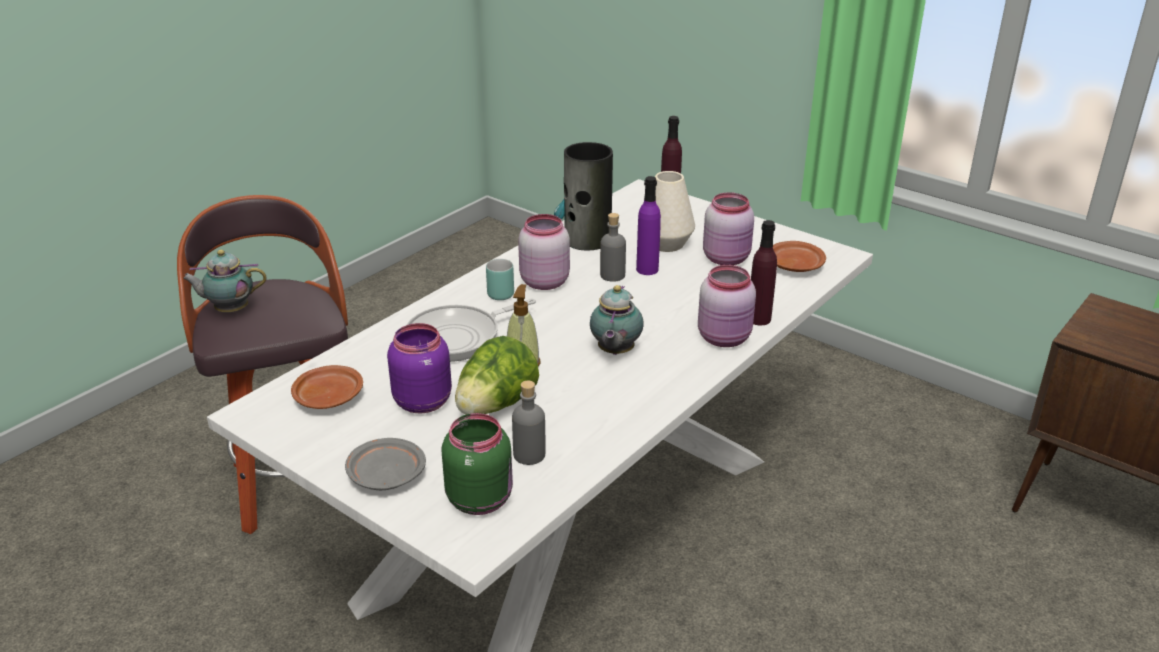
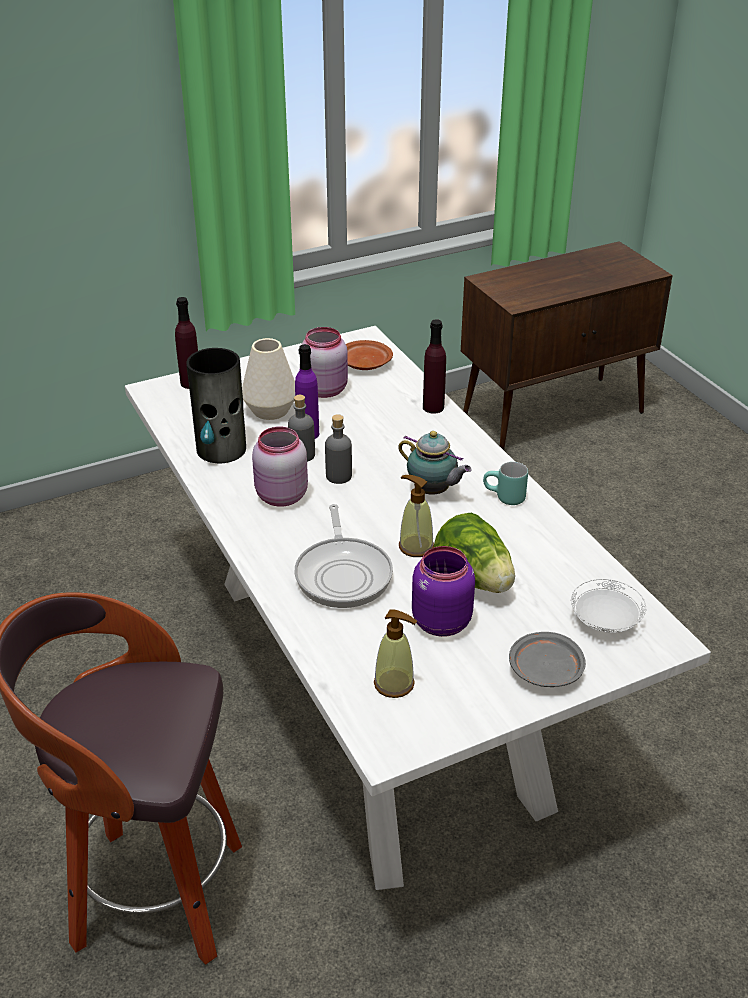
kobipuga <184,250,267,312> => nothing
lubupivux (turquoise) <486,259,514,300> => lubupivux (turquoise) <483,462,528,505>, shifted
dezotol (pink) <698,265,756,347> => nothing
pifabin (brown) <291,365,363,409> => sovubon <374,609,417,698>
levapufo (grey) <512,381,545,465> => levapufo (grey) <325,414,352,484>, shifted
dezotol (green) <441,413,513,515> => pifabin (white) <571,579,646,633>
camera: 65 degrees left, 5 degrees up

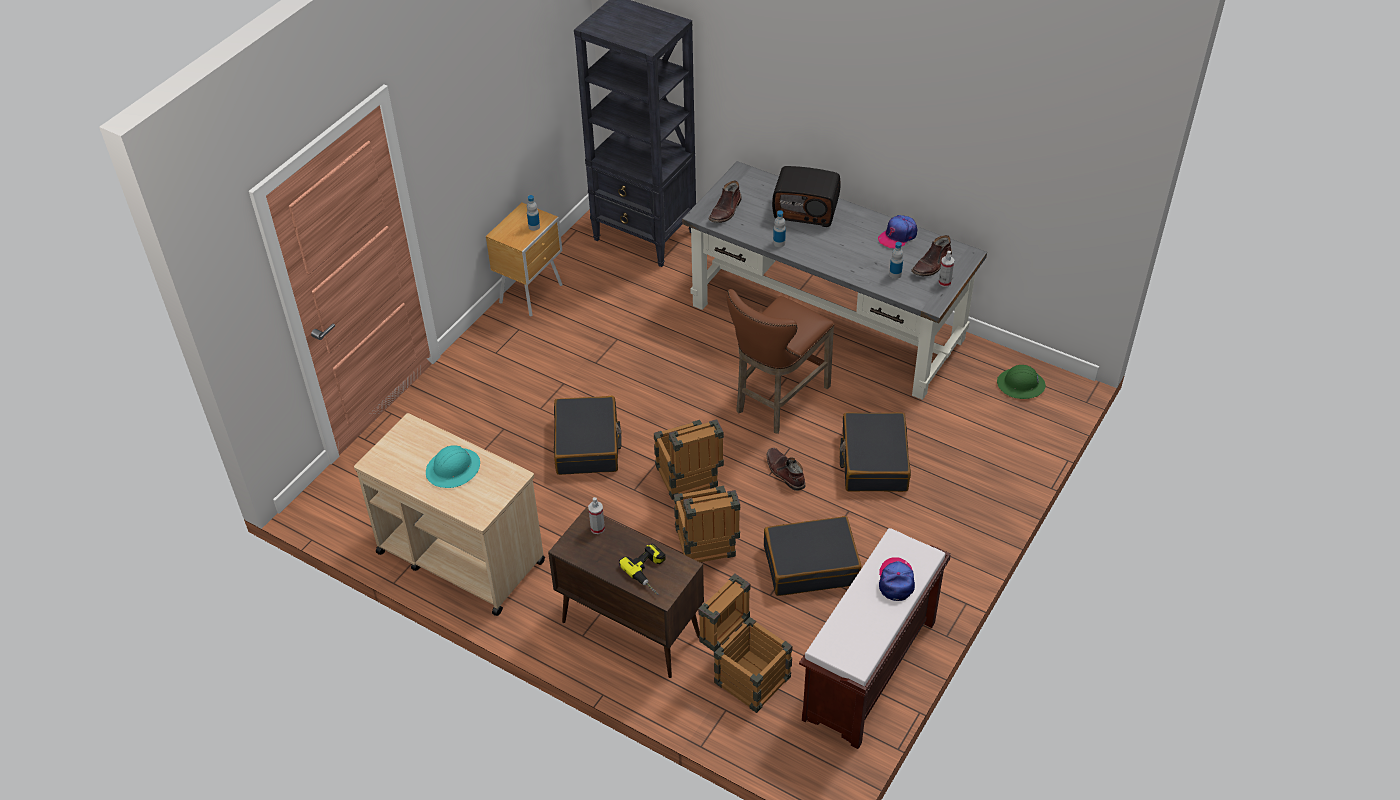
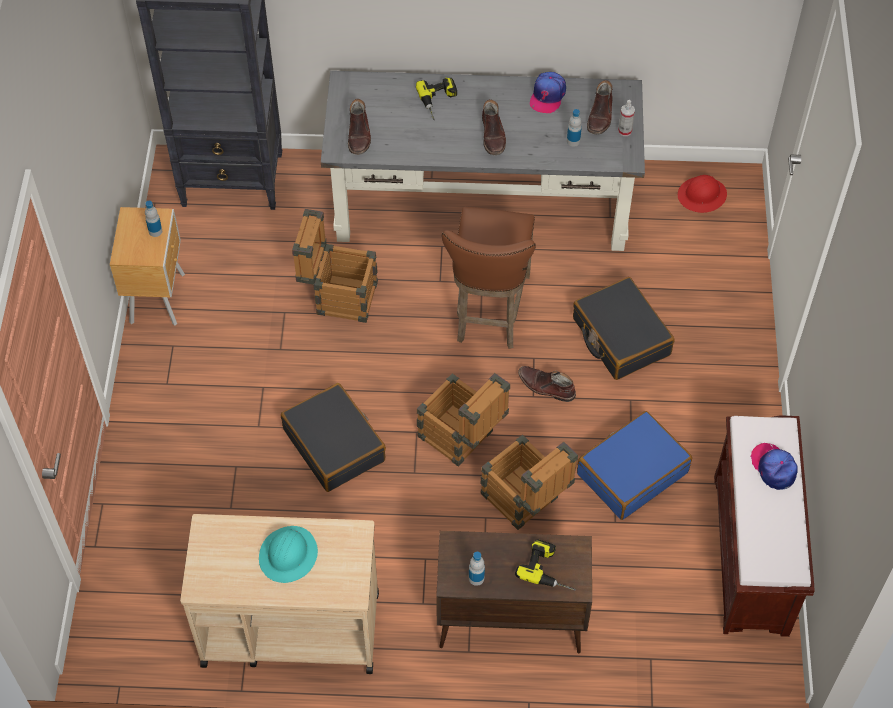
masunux <772,166,840,227> => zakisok <416,77,457,120>
levapufo <773,210,786,247> => levapufo <469,552,485,586>, shifted
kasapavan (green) <997,365,1046,399> => kasapavan (red) <678,175,727,213>
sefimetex <588,497,605,534> => nothing
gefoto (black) <764,516,862,596> => gefoto (blue) <577,411,692,520>
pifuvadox <698,574,792,713> => pifuvadox <292,209,378,323>, shifted
nothing => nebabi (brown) <482,99,506,155>
camera: 30 degrees left, 10 degrees up

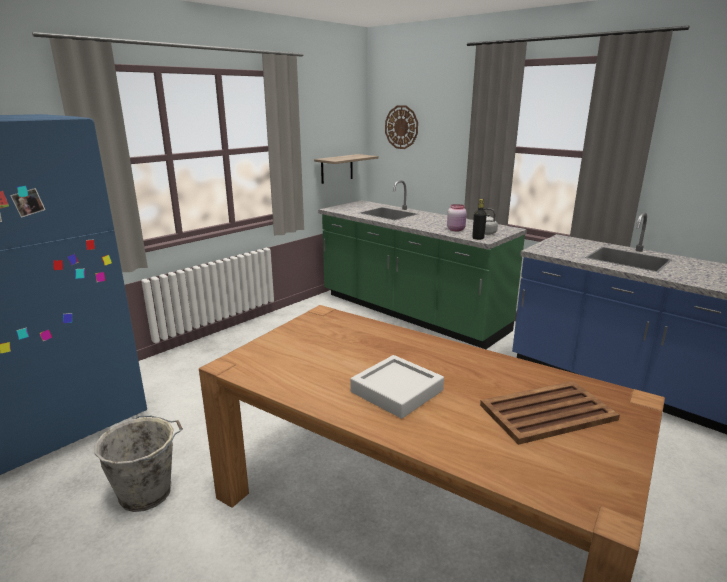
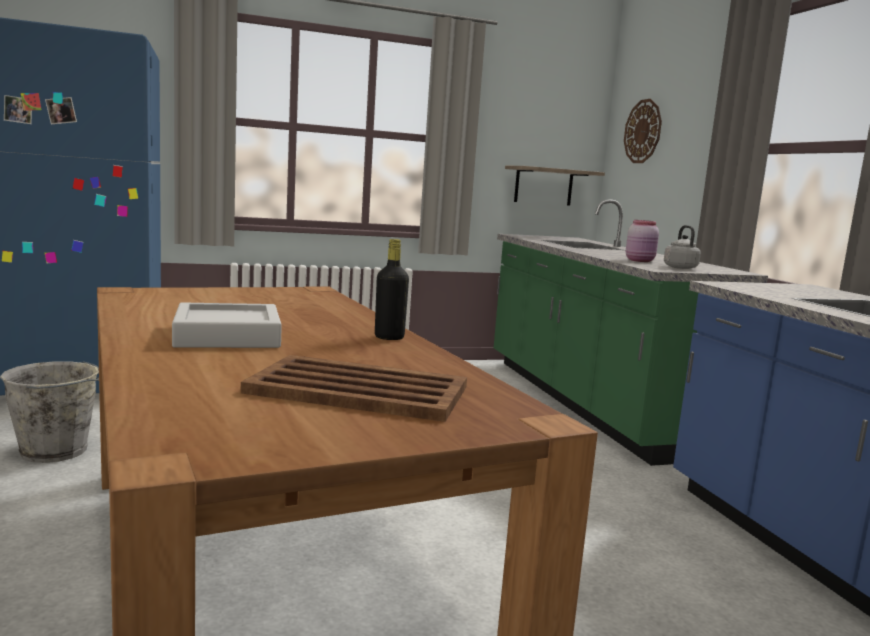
levapufo (black) <472,199,487,240> => levapufo (black) <375,239,409,340>, shifted
camera: 30 degrees right, 10 degrees down

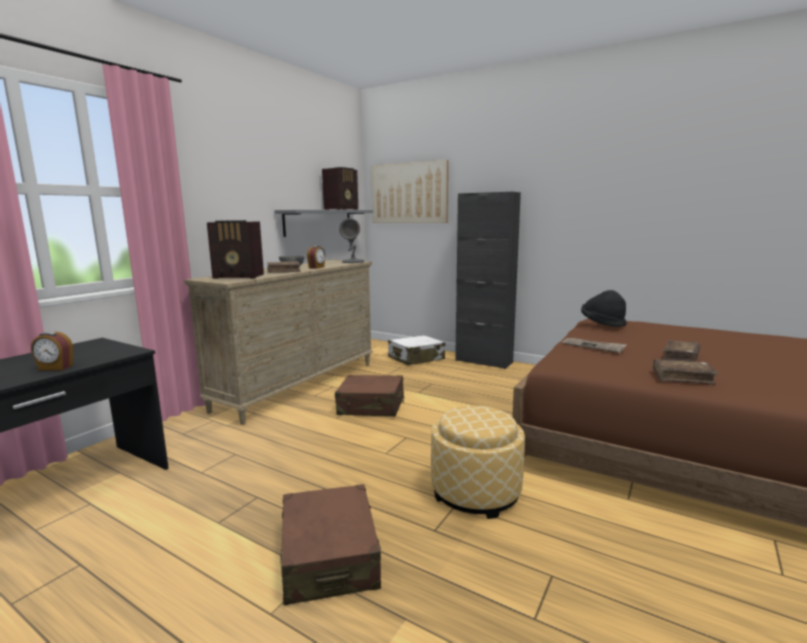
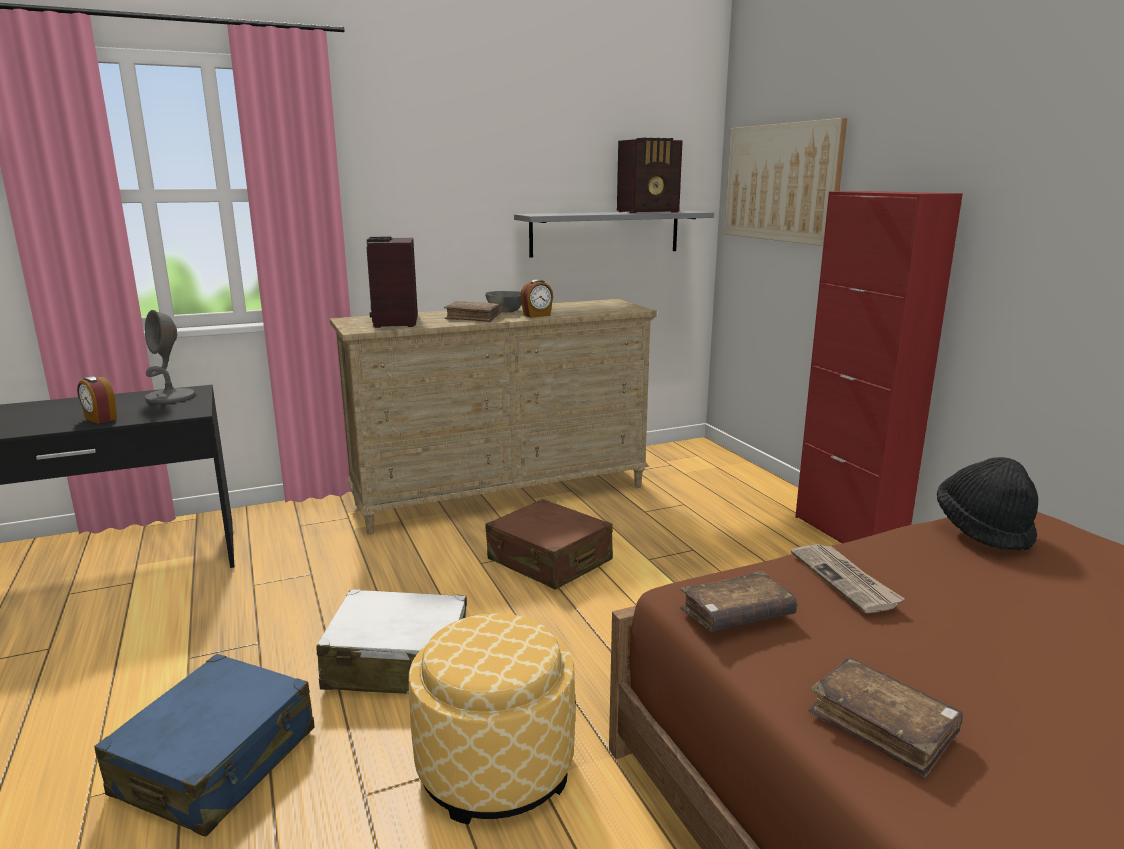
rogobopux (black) <455,192,521,369> => rogobopux (red) <795,191,963,543>
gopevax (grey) <339,218,364,263> => gopevax (grey) <145,310,195,404>, shifted
masunux <207,220,264,279> => masunux <366,237,418,328>, 45 degrees clockwise
gefoto (white) <388,335,445,365> => gefoto (white) <316,589,467,694>, shifted
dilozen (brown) <663,340,700,361> => dilozen (brown) <680,571,797,632>, shifted
gefoto (brown) <280,484,381,605> => gefoto (blue) <94,654,315,836>
camera: 35 degrees right, 5 degrees up

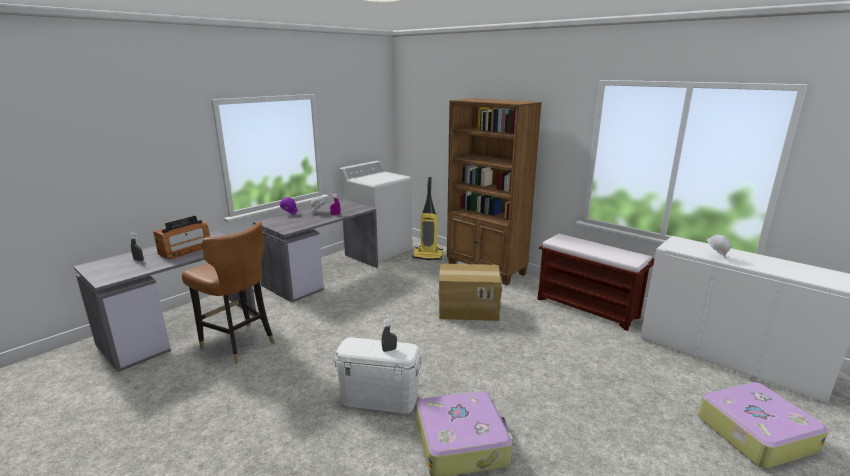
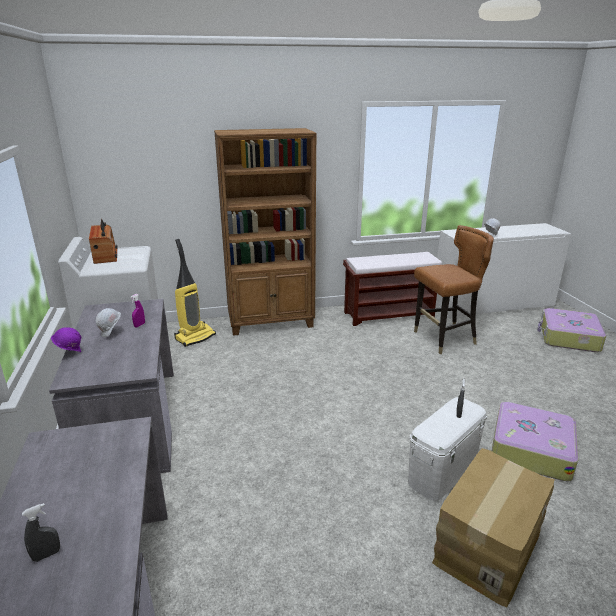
masunux <153,216,210,259> => masunux <89,219,117,264>, shifted
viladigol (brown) <182,222,275,364> => viladigol (brown) <414,225,494,354>, shifted
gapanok <438,264,502,321> => gapanok <432,448,555,607>, shifted
camera: 55 degrees left, 5 degrees up

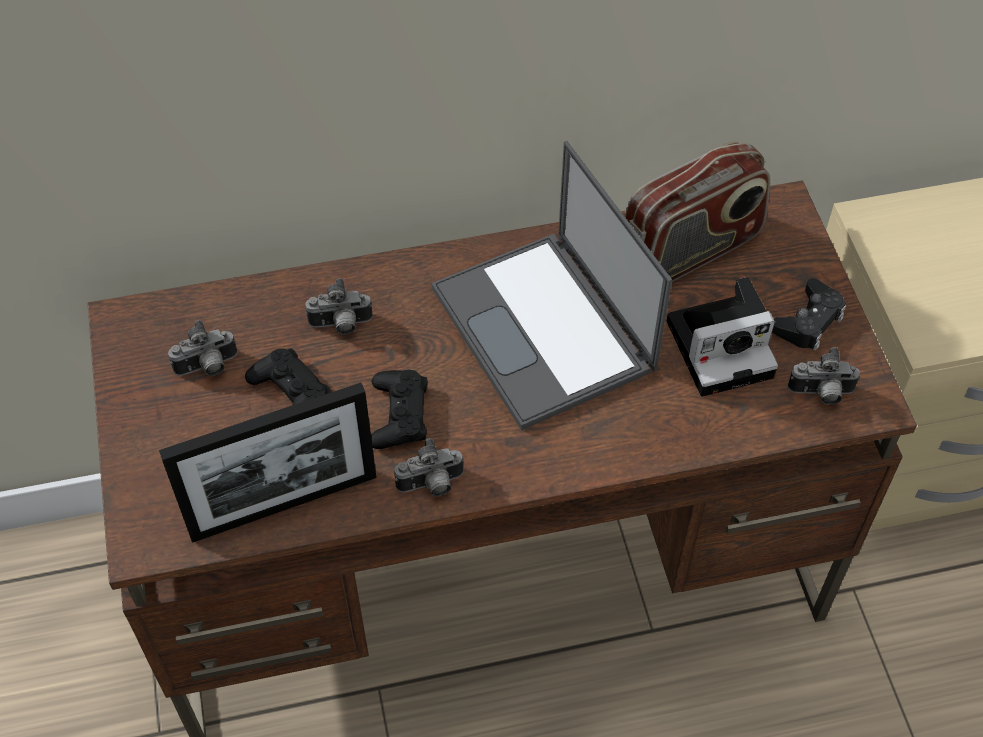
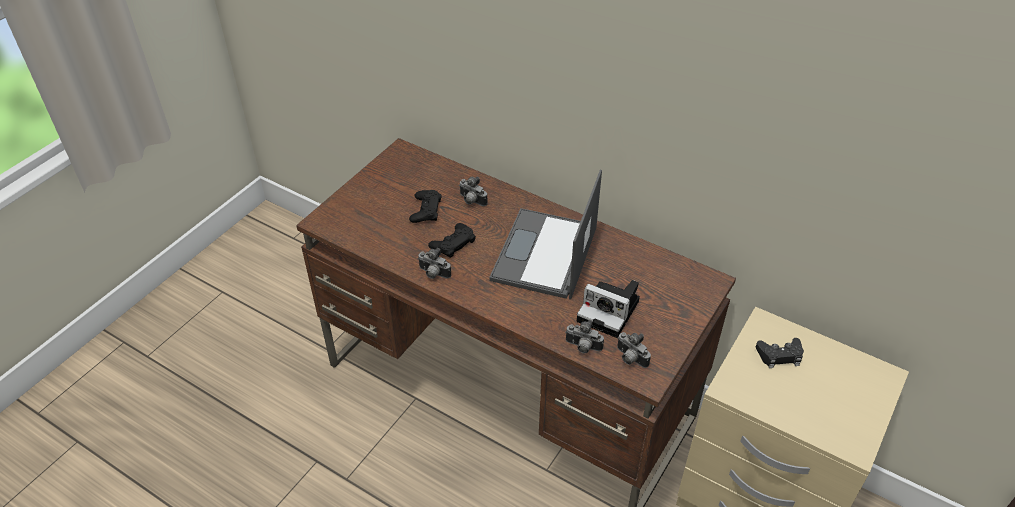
masunux <624,141,770,282> => nothing
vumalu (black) <772,278,846,351> => vumalu (black) <756,338,804,368>, shifted
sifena <168,320,237,376> => sifena <565,320,604,353>, shifted
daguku <159,383,376,543> => nothing
camera: 45 degrees right, 10 degrees down

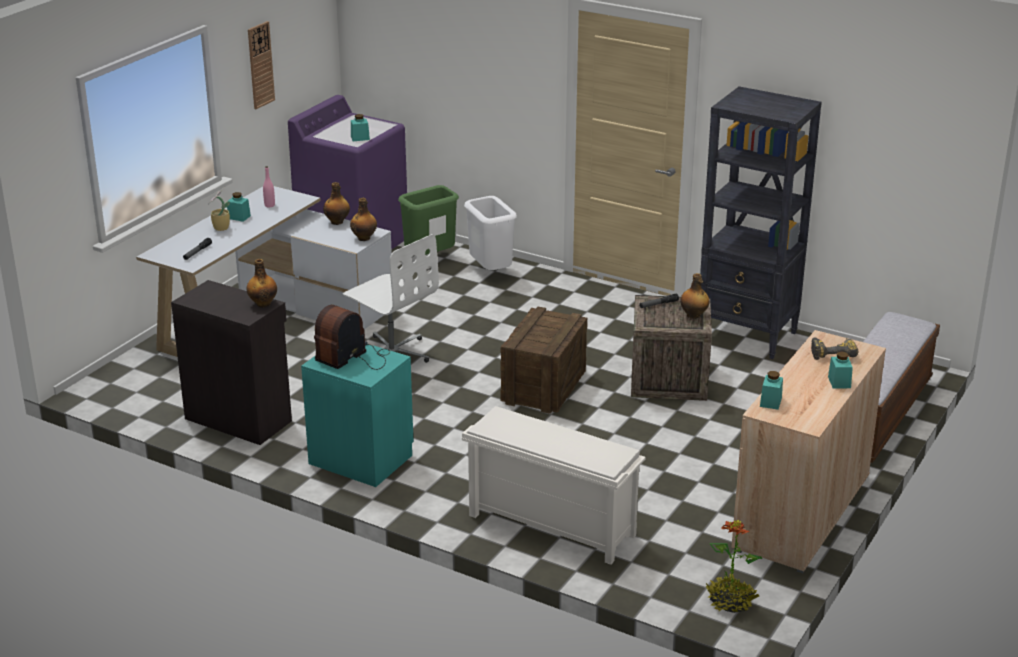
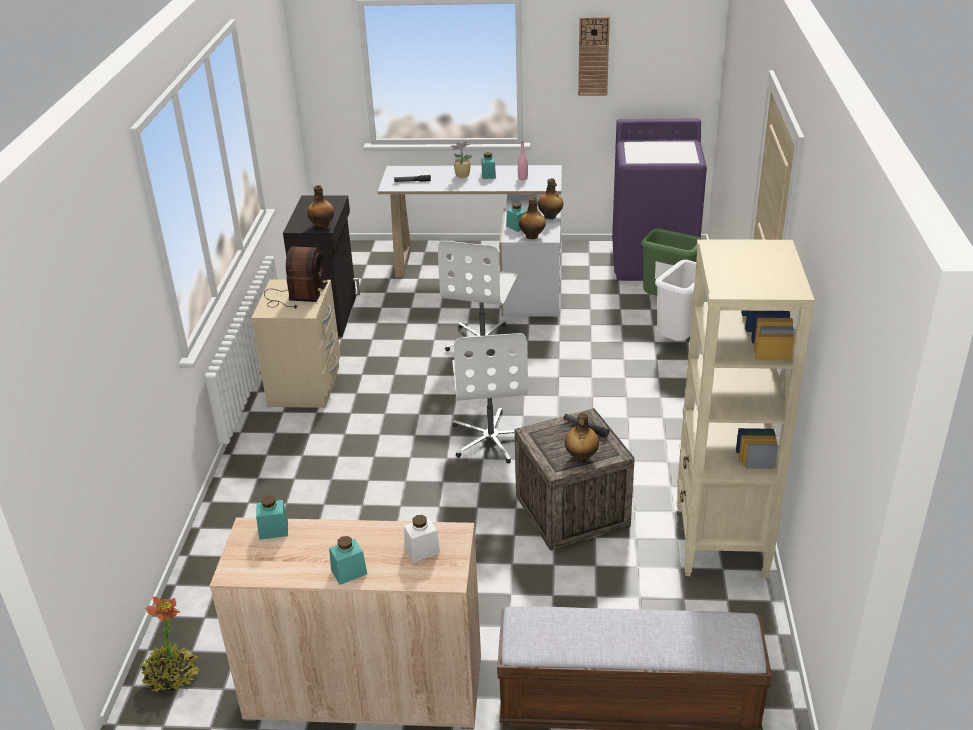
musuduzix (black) <700,86,822,359> => musuduzix (beige) <677,239,815,578>
dezotol (turquoise) <351,114,370,141> => dezotol (turquoise) <506,203,527,232>, shifted
masunux <314,305,390,370> => masunux <264,246,328,308>, 90 degrees clockwise
pifuvadox <500,307,587,414> => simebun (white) <452,333,528,464>
zakisok <811,337,859,360> => dezotol (white) <404,515,440,562>
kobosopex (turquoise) <301,345,414,487> => kobosopex (beige) <251,279,341,408>
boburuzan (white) <462,406,646,565> => nothing
camera: 65 degrees right, 5 degrees up

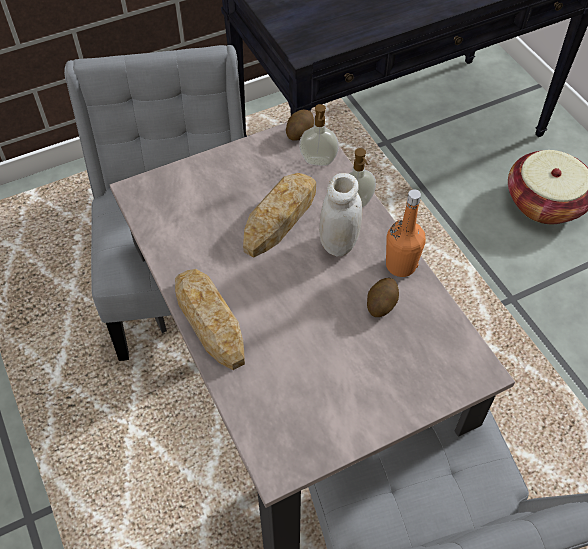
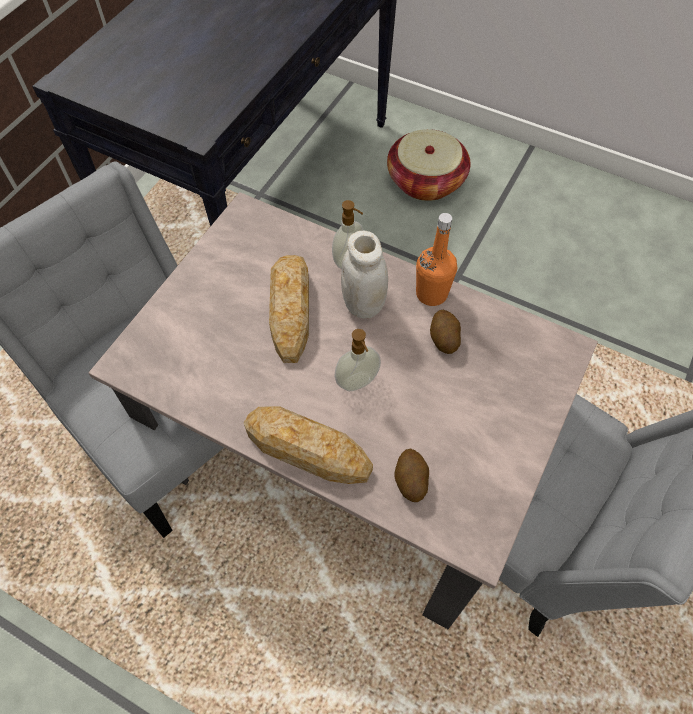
sovubon <299,104,339,166> => sovubon <334,329,381,391>, shifted
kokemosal <286,109,314,141> => kokemosal <394,449,429,502>, shifted
camera: 35 degrees left, 5 degrees up

